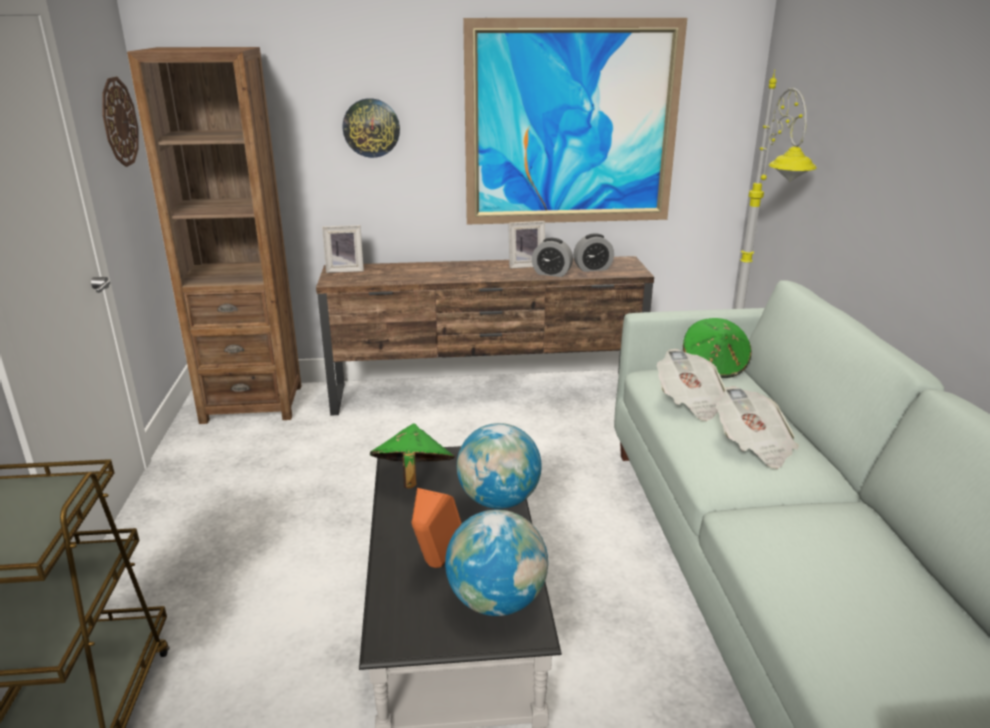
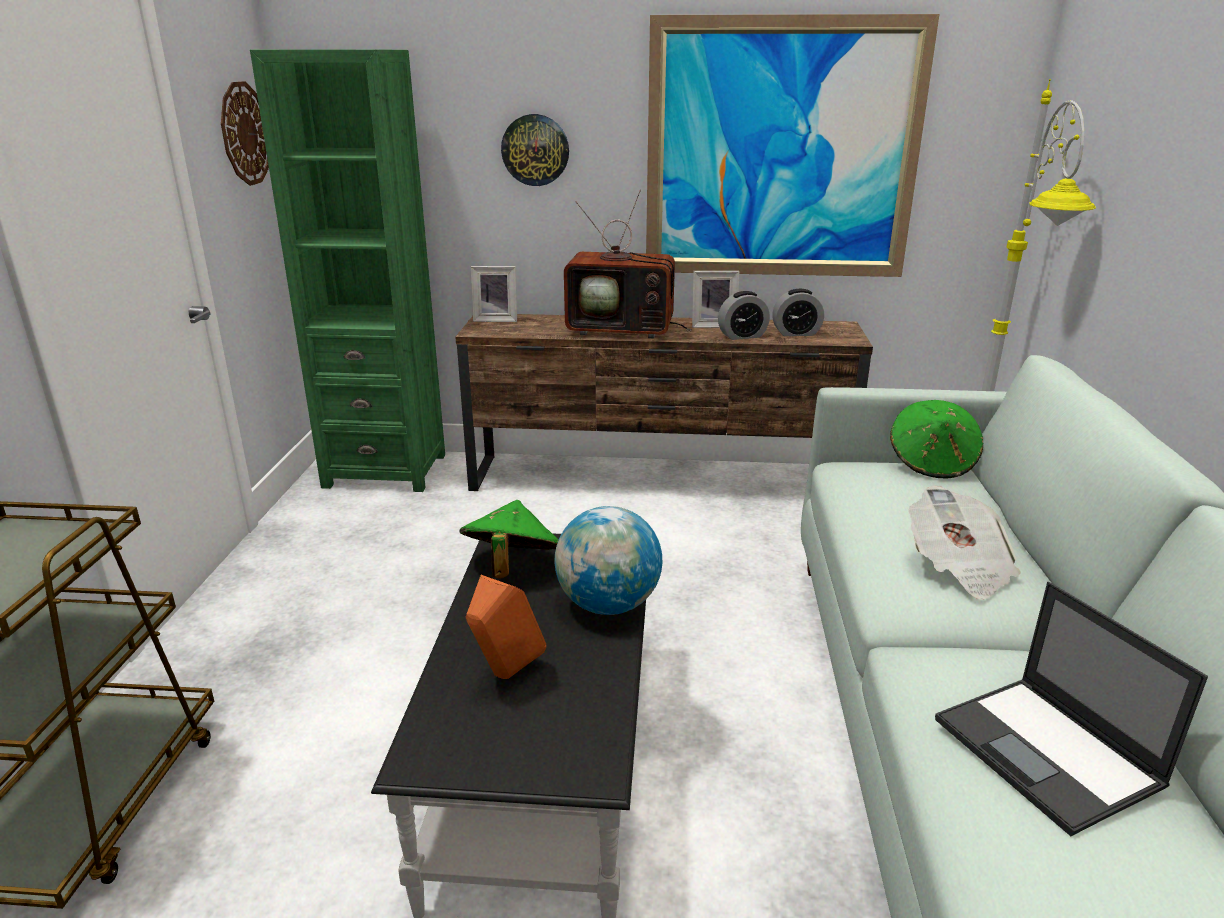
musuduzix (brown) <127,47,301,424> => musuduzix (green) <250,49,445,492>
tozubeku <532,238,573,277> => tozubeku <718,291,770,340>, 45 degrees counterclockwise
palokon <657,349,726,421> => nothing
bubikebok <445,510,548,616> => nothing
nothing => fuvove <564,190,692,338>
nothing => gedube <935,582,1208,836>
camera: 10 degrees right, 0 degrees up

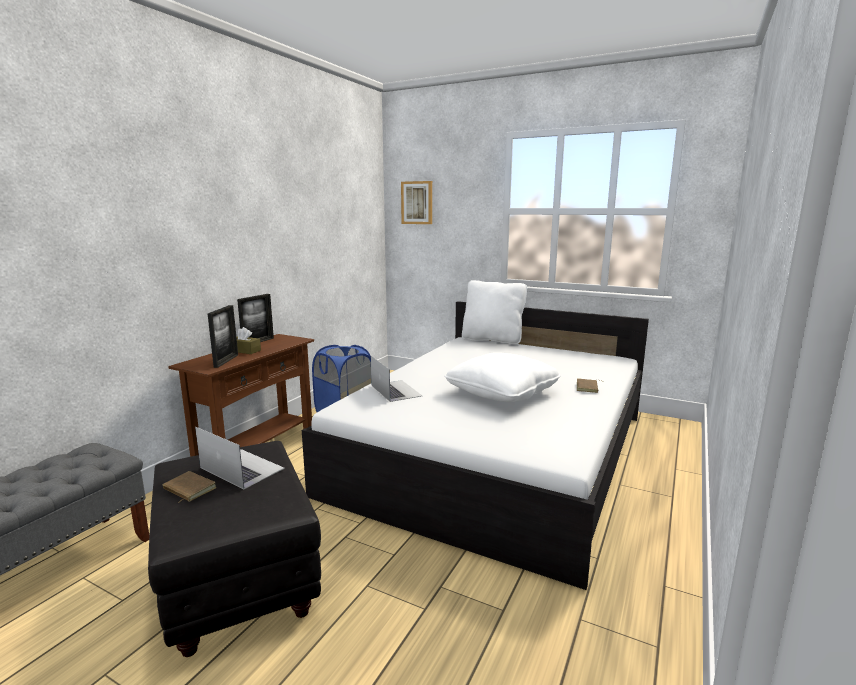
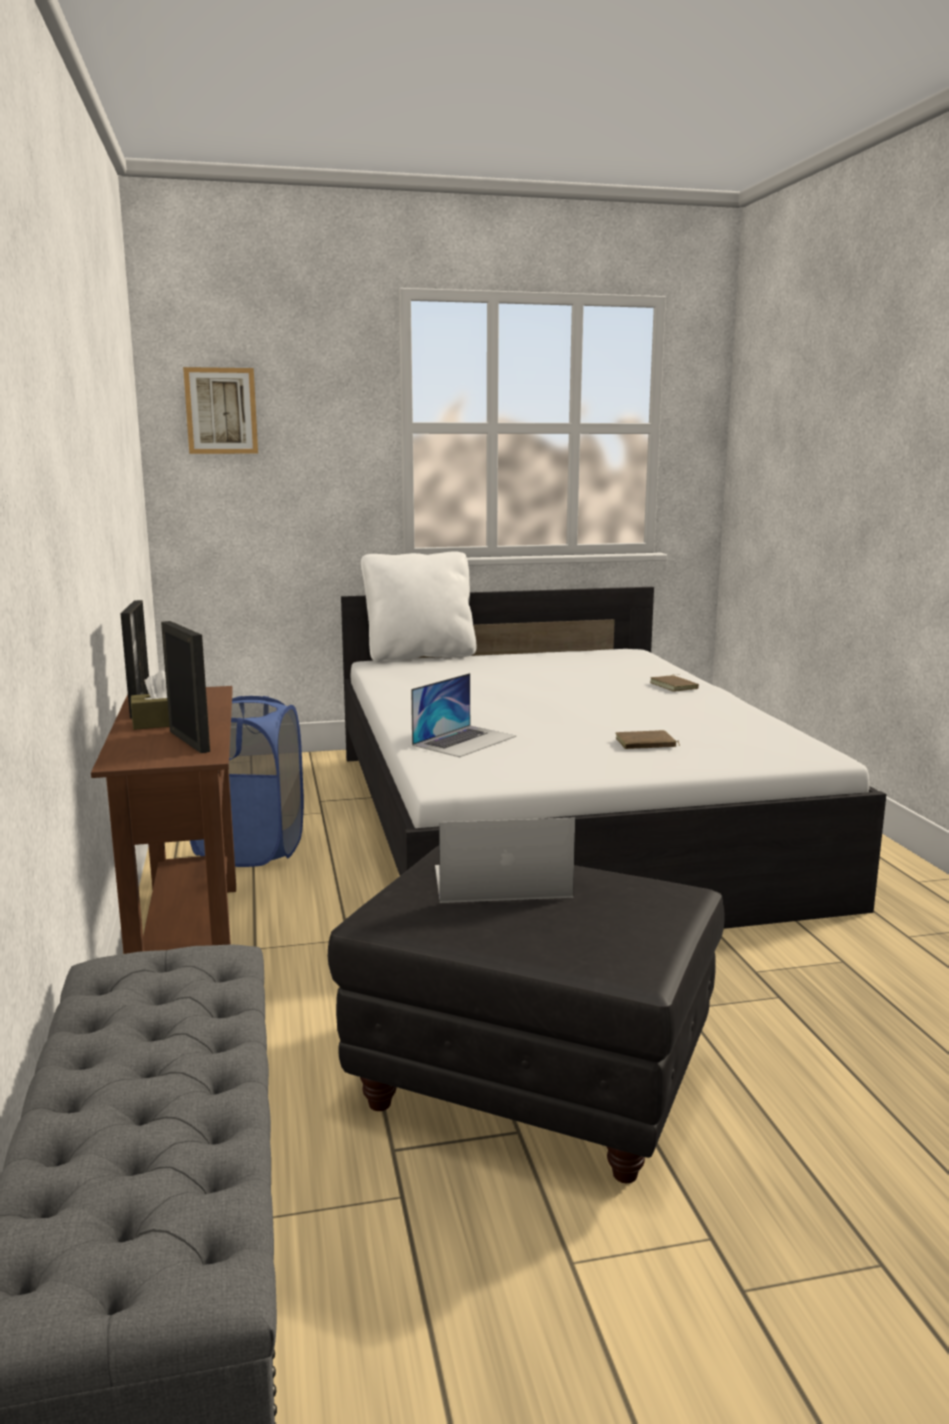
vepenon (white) <444,352,561,402> => nothing
gedube <371,356,422,402> => gedube <411,673,516,757>, 105 degrees clockwise
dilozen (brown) <163,471,217,503> => dilozen (brown) <616,730,680,749>, shifted
camera: 40 degrees left, 0 degrees up

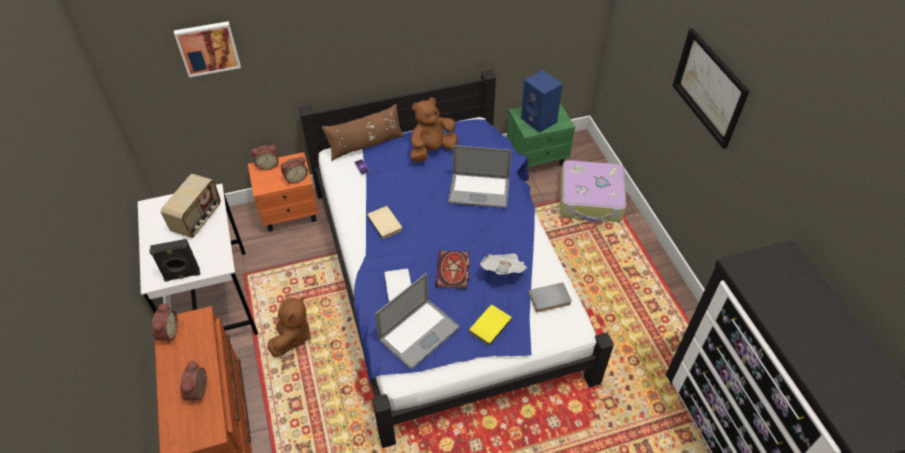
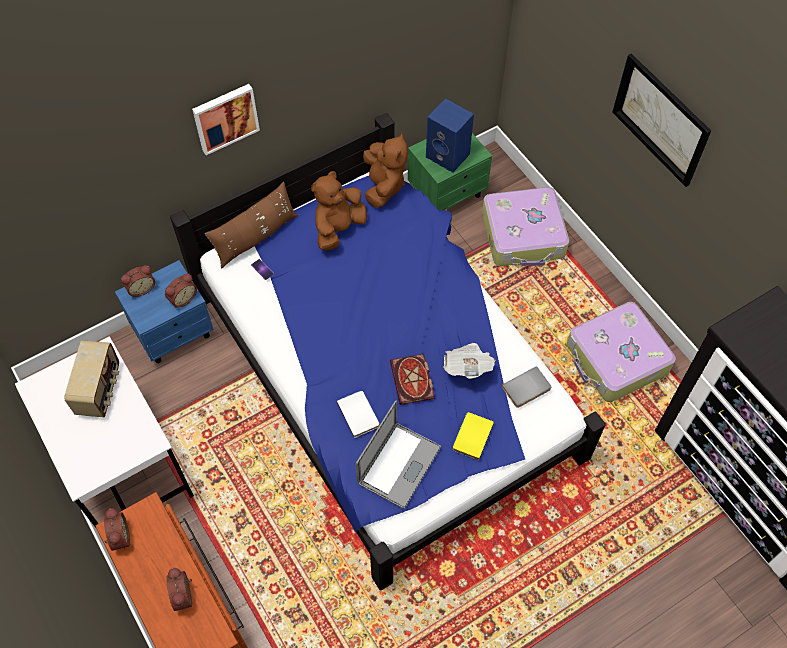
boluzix <174,21,241,78> => boluzix <192,84,260,155>, shifted
gedube <448,145,512,208> => nothing
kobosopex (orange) <248,152,319,232> => kobosopex (blue) <115,260,214,364>
dilozen (beige) <367,206,402,239> => nothing
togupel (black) <149,239,200,282> => nothing
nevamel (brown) <268,296,311,357> => nevamel (brown) <363,133,408,208>, shifted
nothing => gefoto <567,302,676,402>
camera: 15 degrees left, 10 degrees up

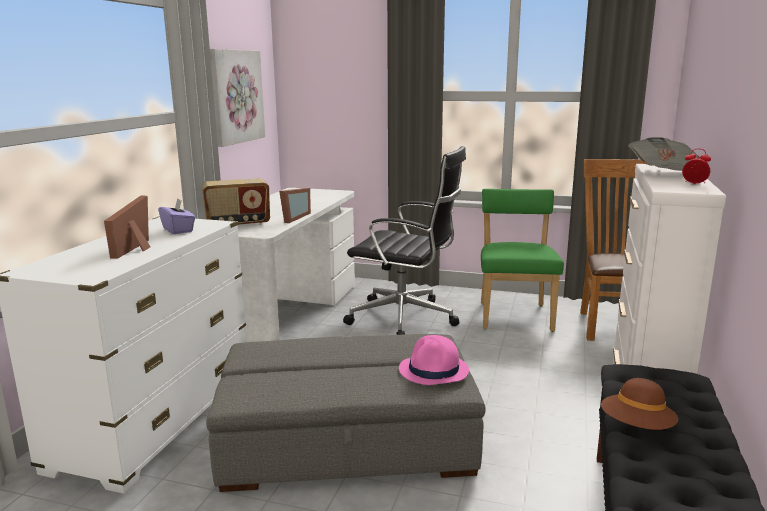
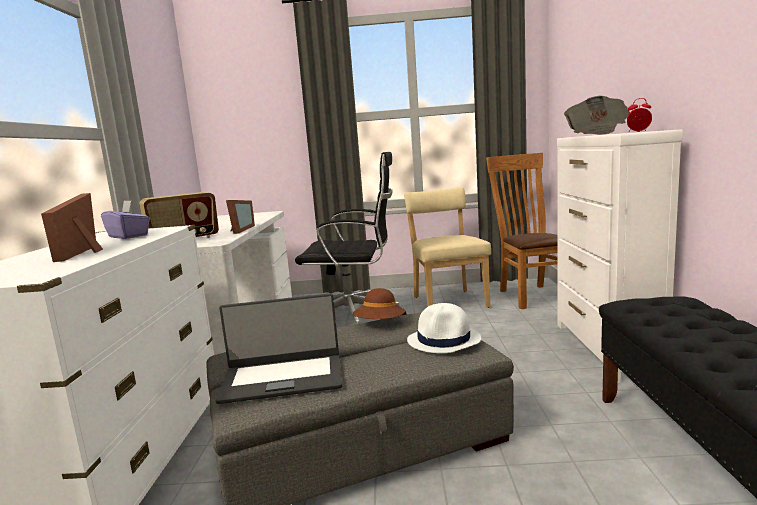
boluzix <210,49,265,147> => nothing
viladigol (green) <481,189,564,332> => viladigol (beige) <404,187,491,308>
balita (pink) <399,335,469,385> => balita (white) <407,303,481,353>
balita (brown) <601,378,678,430> => balita (brown) <353,288,405,319>, shifted
nothing => gedube <215,293,342,404>
camera: 15 degrees left, 5 degrees down

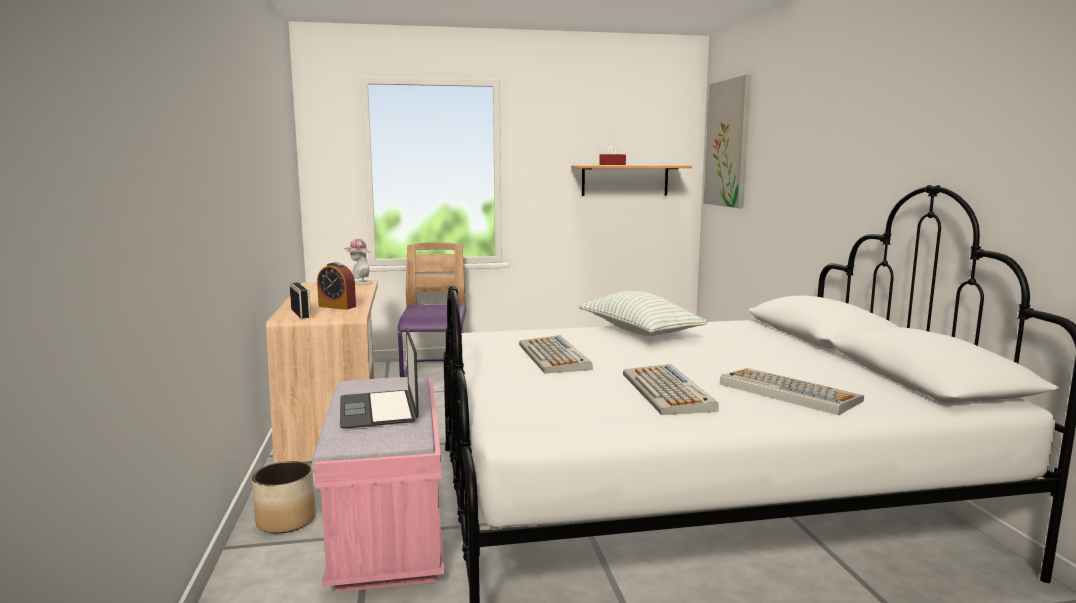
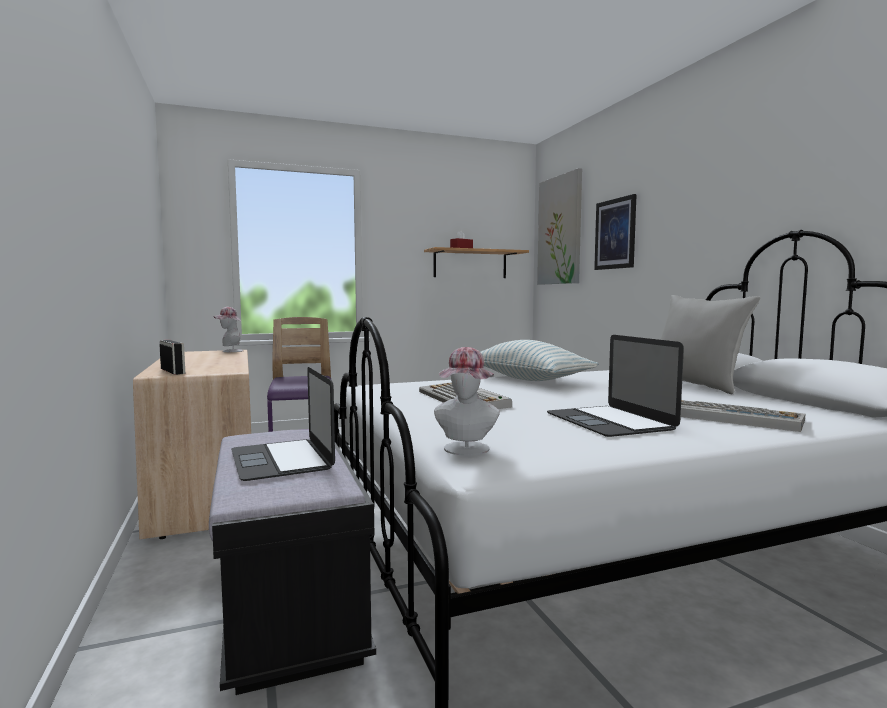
tozubeku <317,262,356,310> => nothing
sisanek <623,364,719,415> => gedube <547,335,684,437>
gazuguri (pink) <312,377,444,592> => gazuguri (black) <209,430,376,695>
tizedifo <252,461,316,533> => nothing
nothing => boluzix <594,194,637,270>
nothing => vepenon (grey) <660,295,760,394>
nothing => balita <434,347,500,456>
camera: 10 degrees left, 5 degrees down

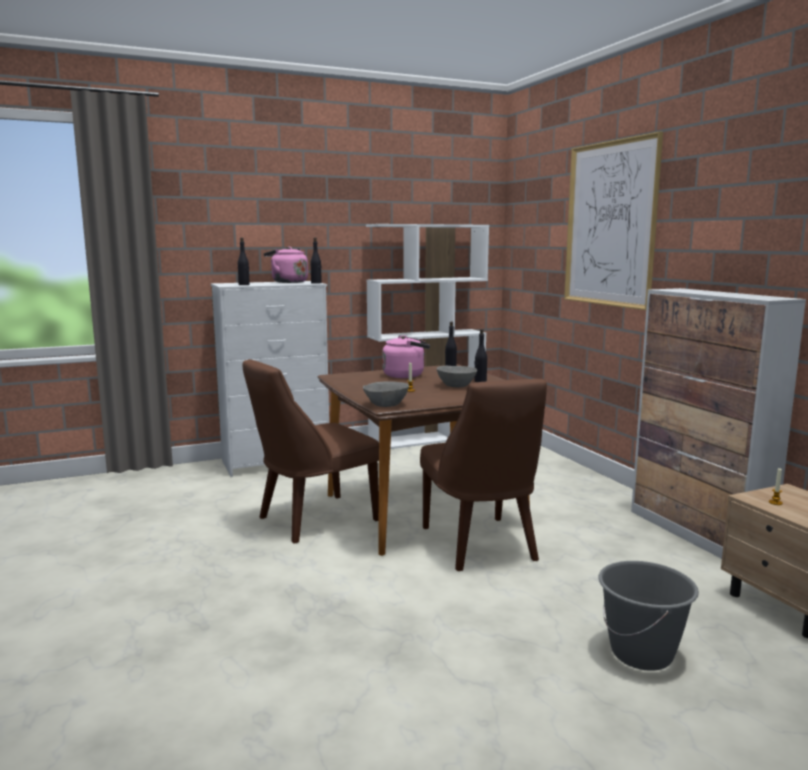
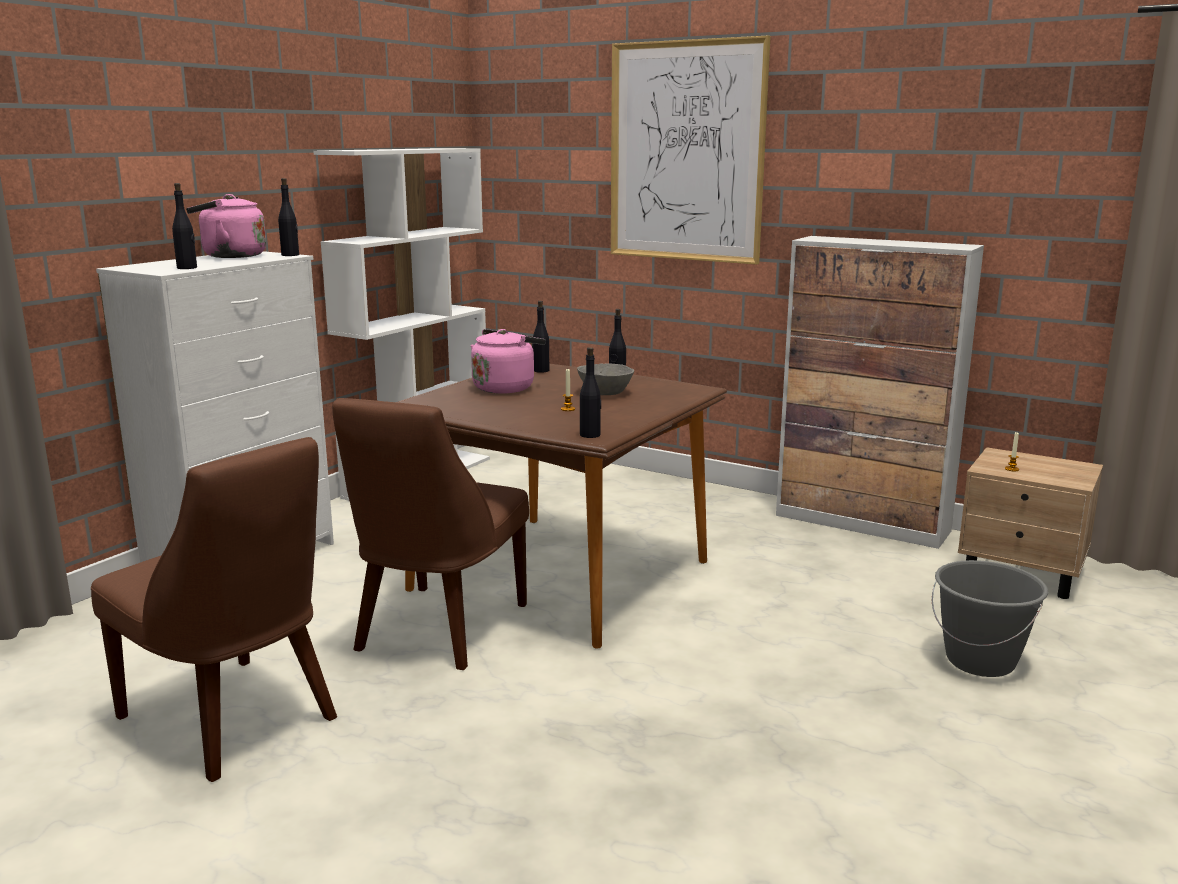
viladigol (brown) <420,379,547,571> => viladigol (brown) <91,437,337,782>, shifted
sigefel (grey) <363,381,409,407> => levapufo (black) <580,347,601,438>
camera: 35 degrees left, 5 degrees up

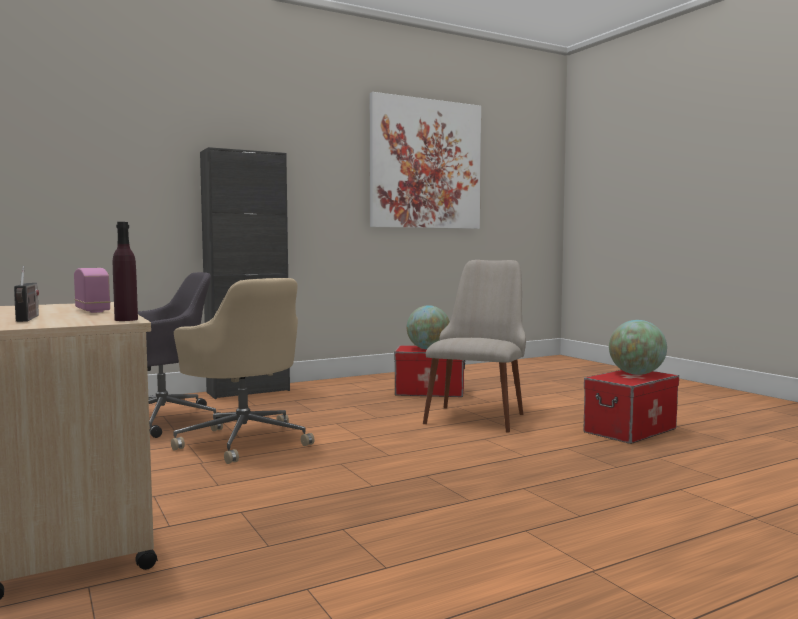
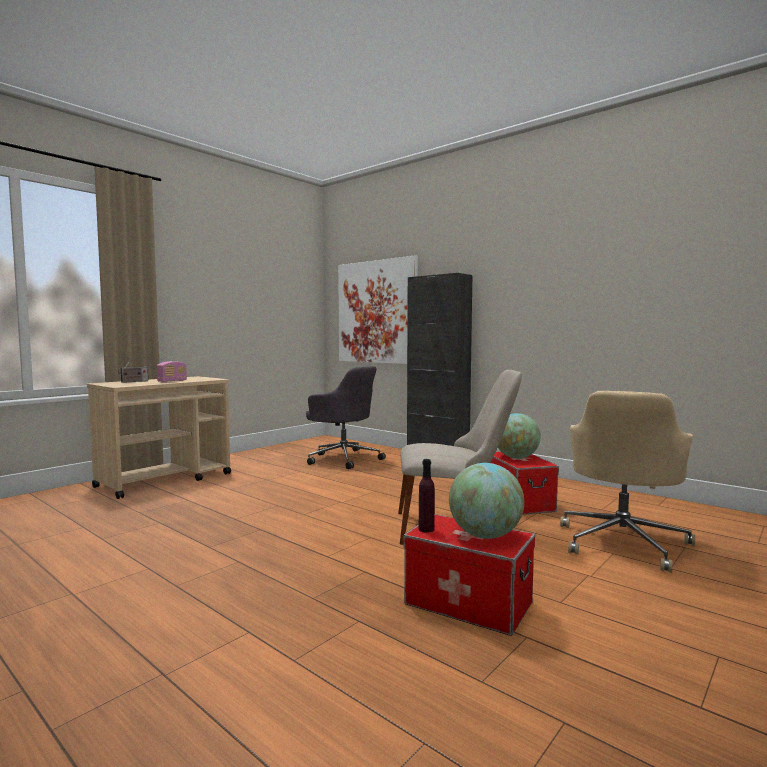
boluzix <370,92,481,229> => boluzix <338,255,418,364>, shifted
levapufo (purple) <113,222,138,321> => levapufo (purple) <419,459,435,533>, shifted
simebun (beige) <171,278,314,464> => simebun (beige) <560,391,695,573>, shifted
camera: 70 degrees right, 0 degrees up

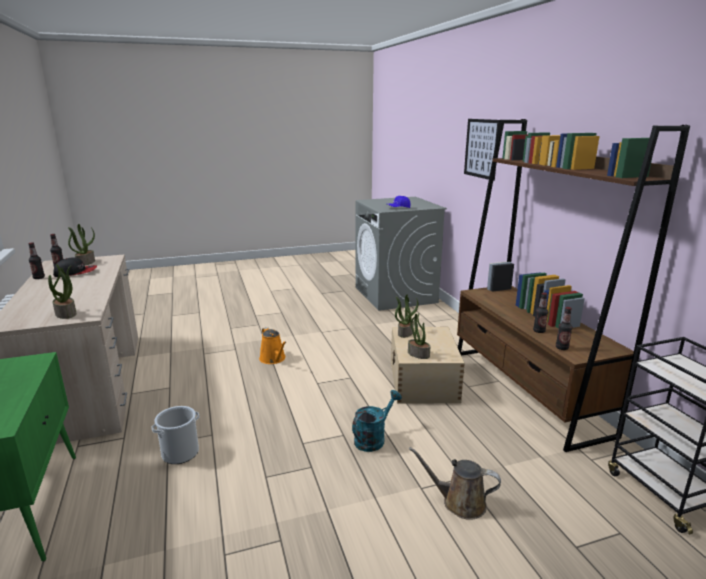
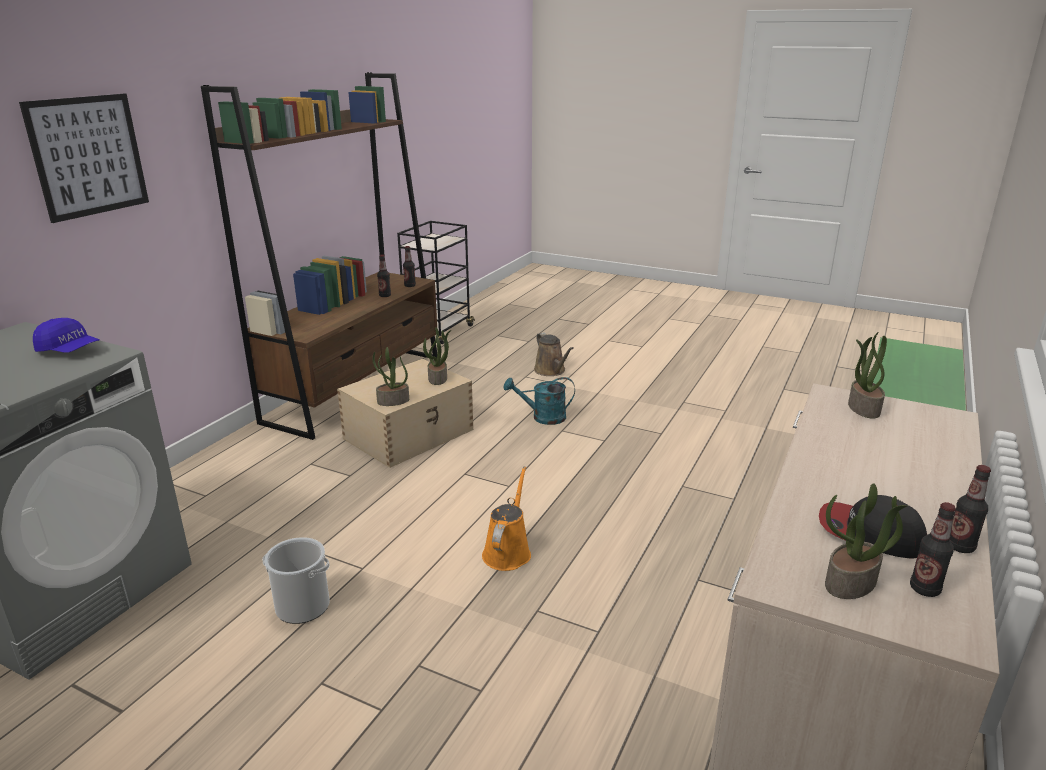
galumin <152,406,199,464> => galumin <262,537,330,624>, shifted
camera: 135 degrees left, 5 degrees up

